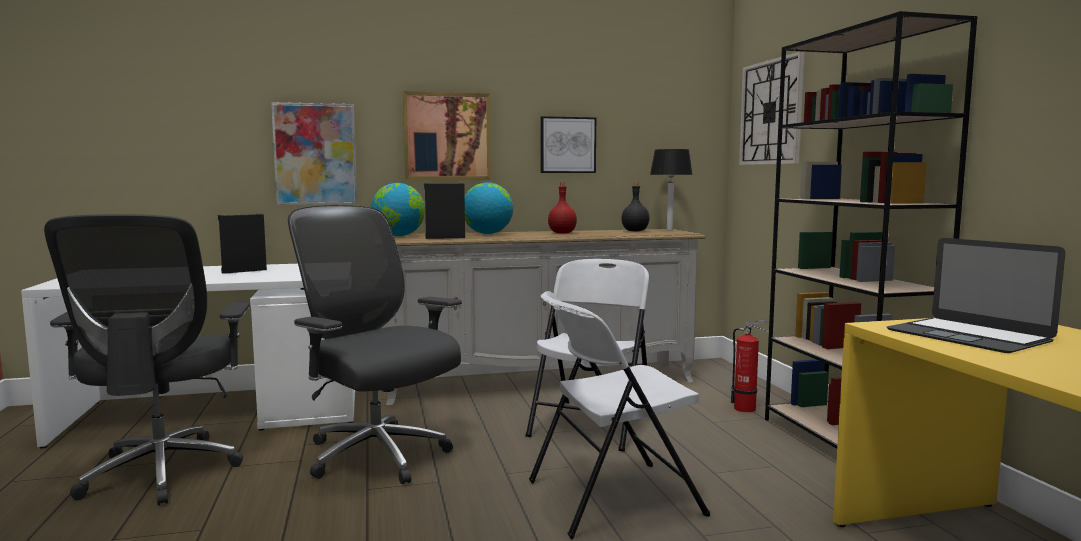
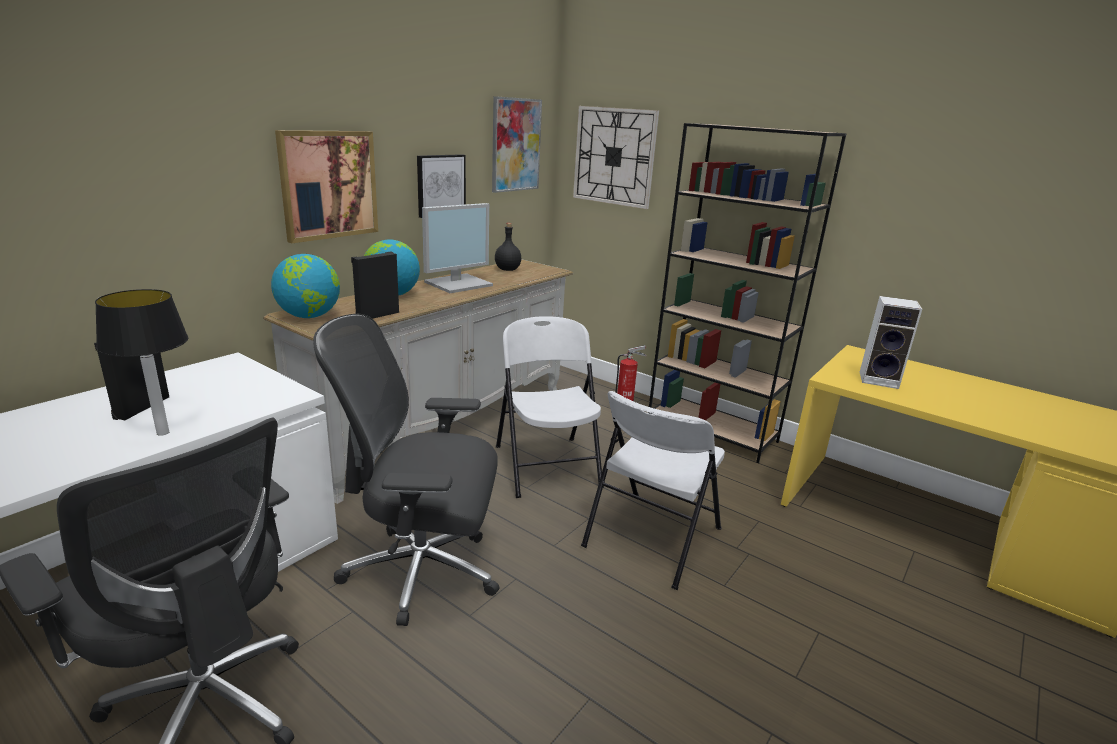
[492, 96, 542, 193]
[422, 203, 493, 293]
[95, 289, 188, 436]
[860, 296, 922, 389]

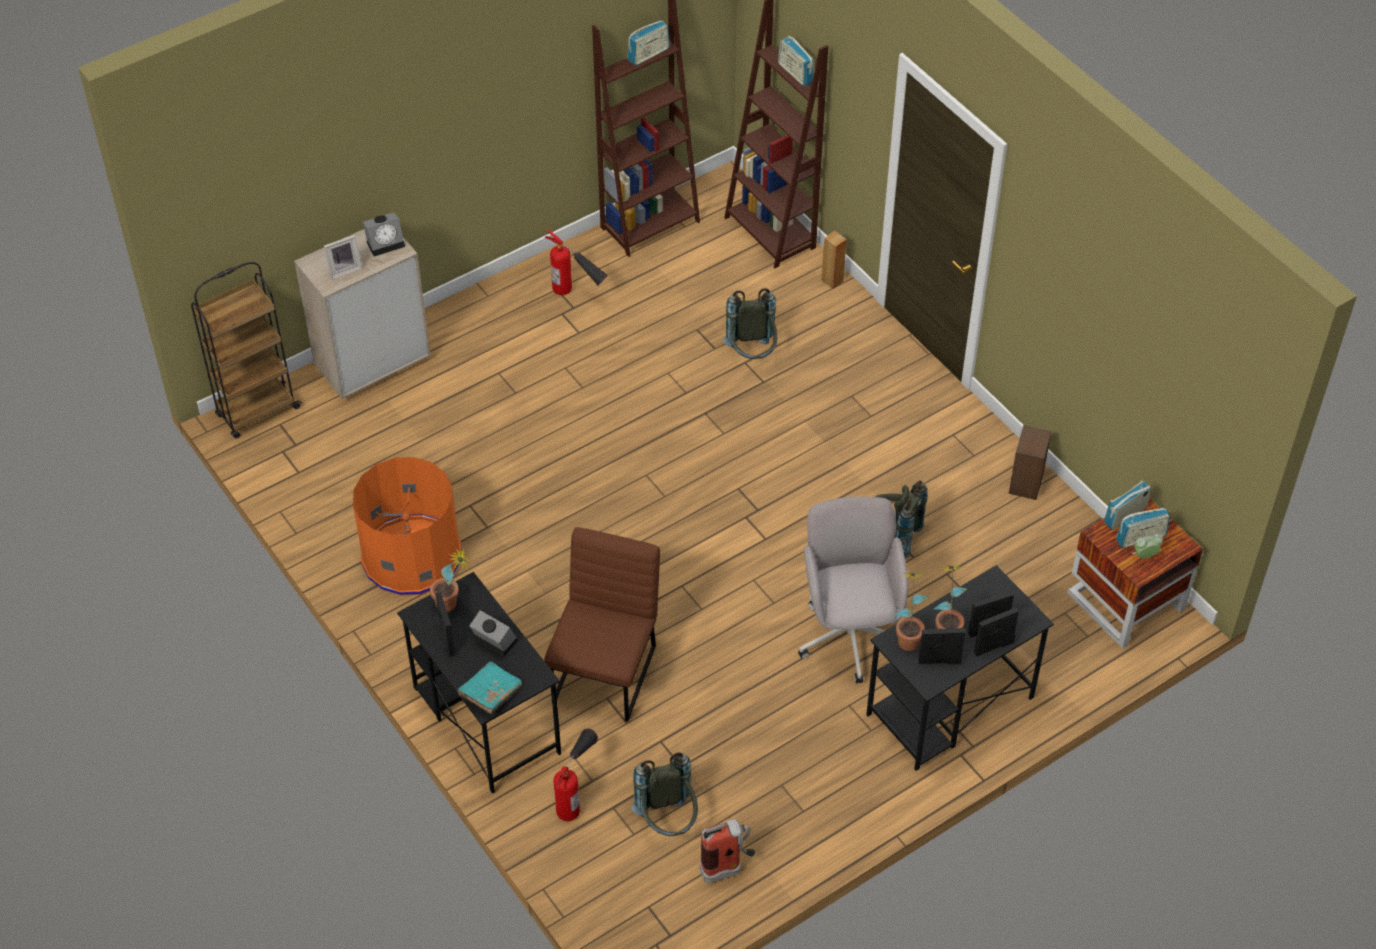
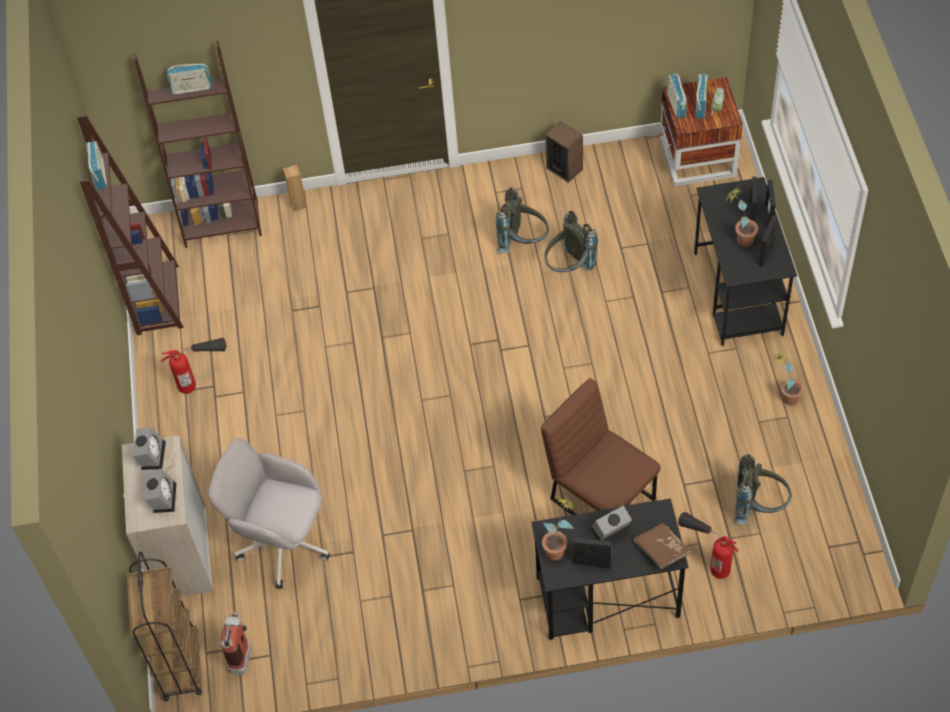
[144, 469, 176, 513]
[353, 457, 462, 596] (first image)
[634, 523, 690, 570]
[220, 612, 251, 674]
[496, 187, 549, 253]
[208, 438, 330, 589]
[772, 350, 804, 405]

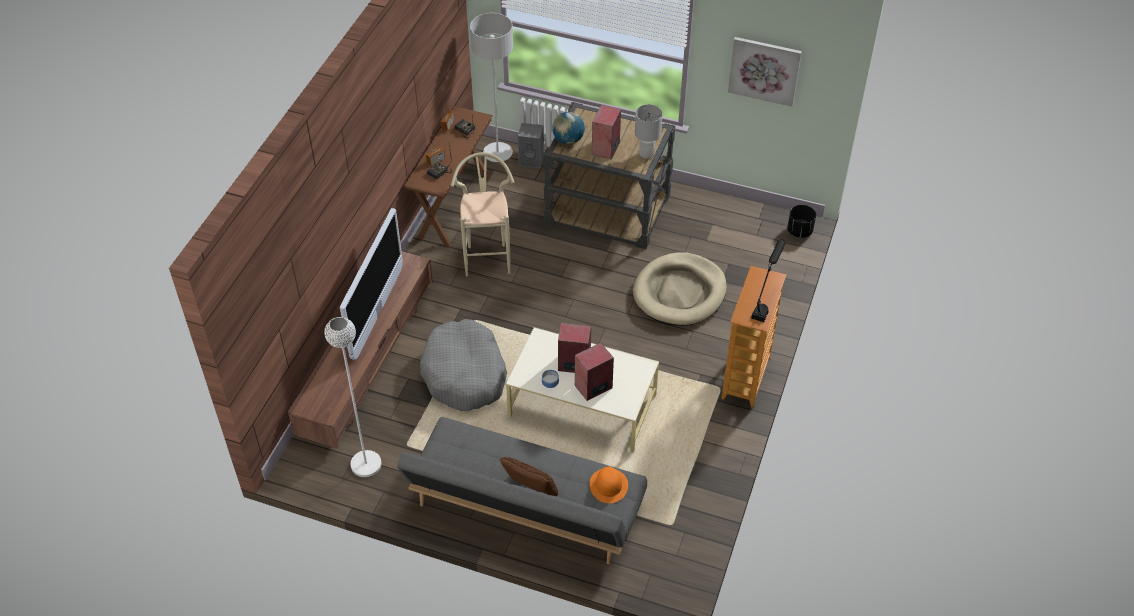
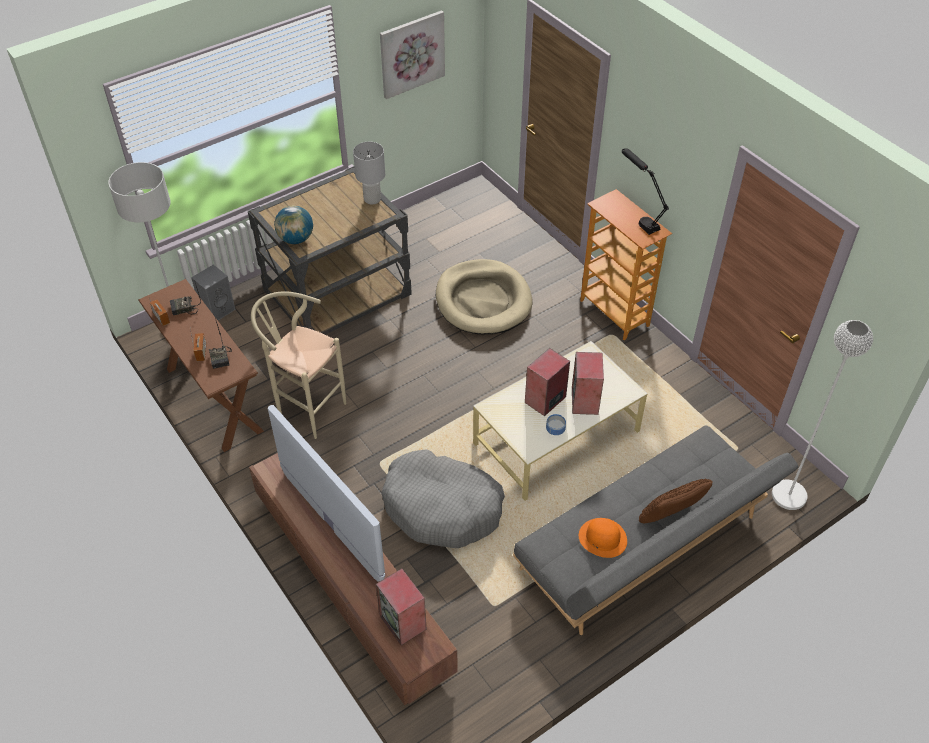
[772, 320, 873, 510]
[579, 518, 627, 558]
[376, 568, 426, 645]
[787, 205, 816, 238] (first image)

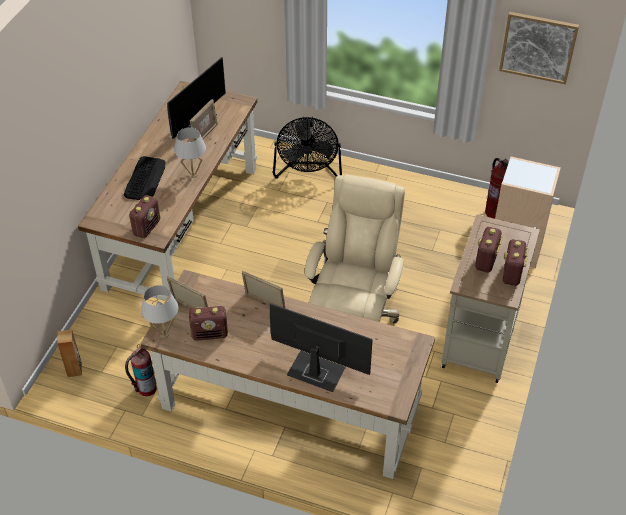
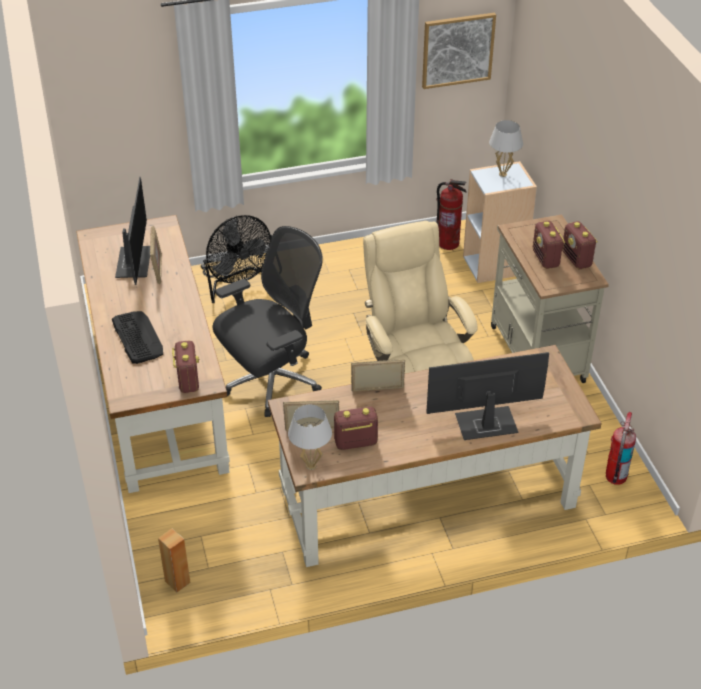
[606, 412, 636, 485]
[489, 120, 523, 177]
[334, 407, 378, 450]
[212, 226, 323, 417]

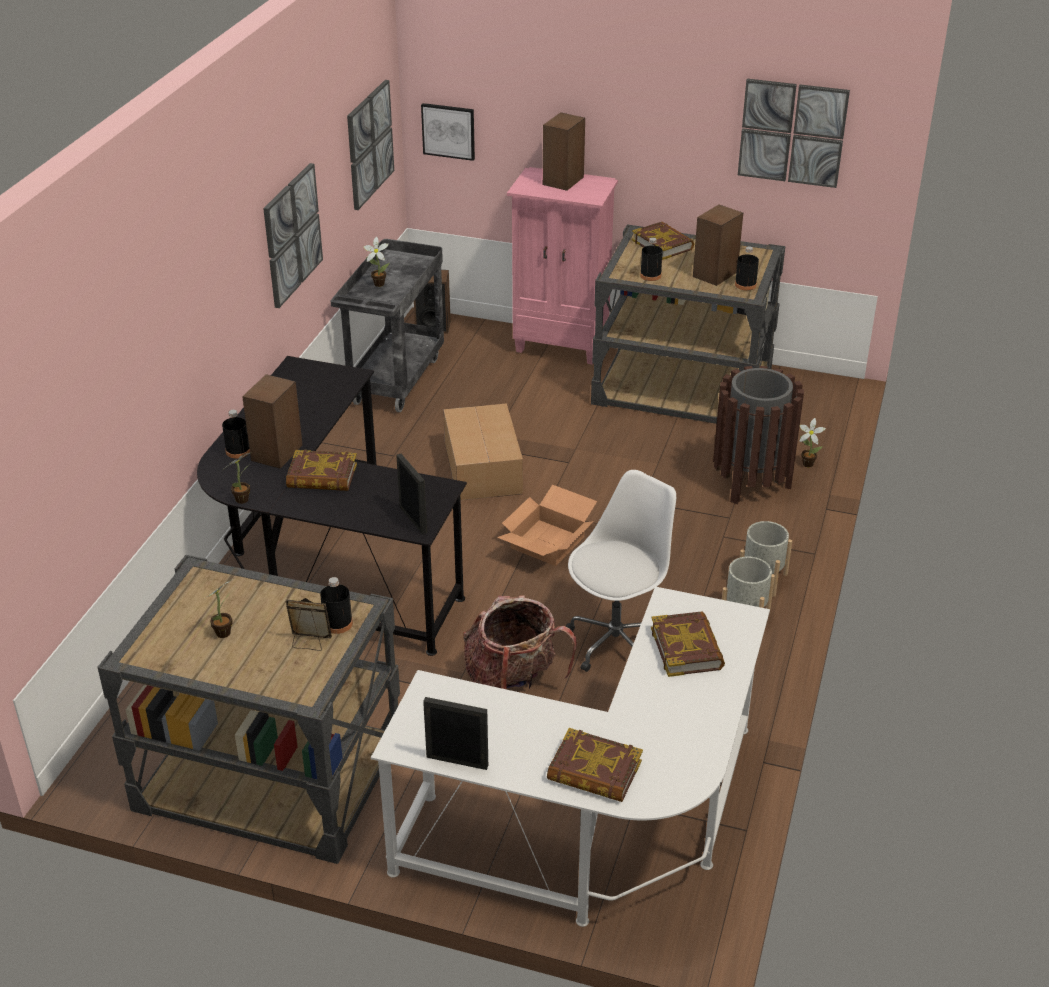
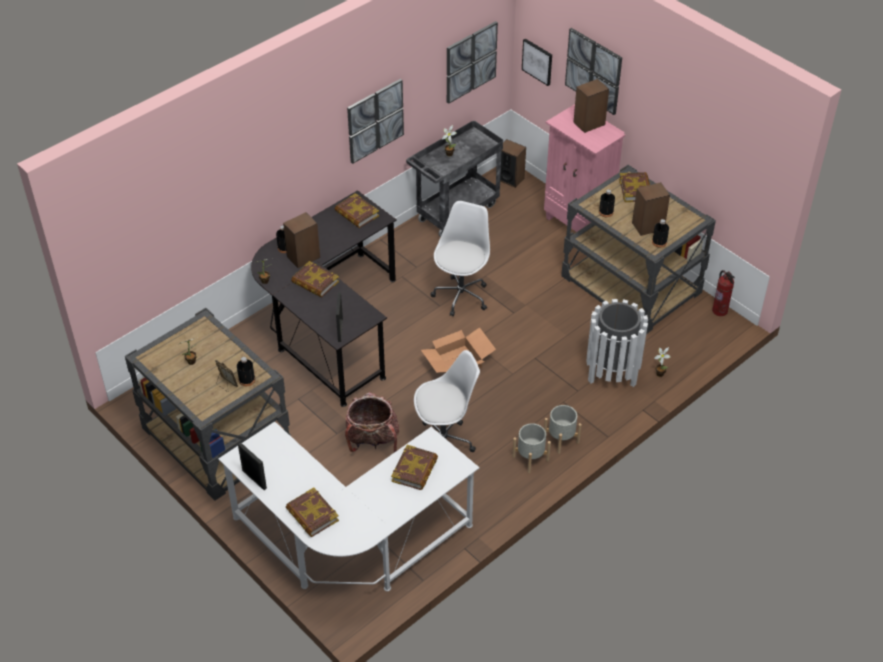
[430, 201, 490, 316]
[586, 299, 648, 387]
[565, 28, 622, 115]
[335, 193, 379, 228]
[712, 270, 735, 316]

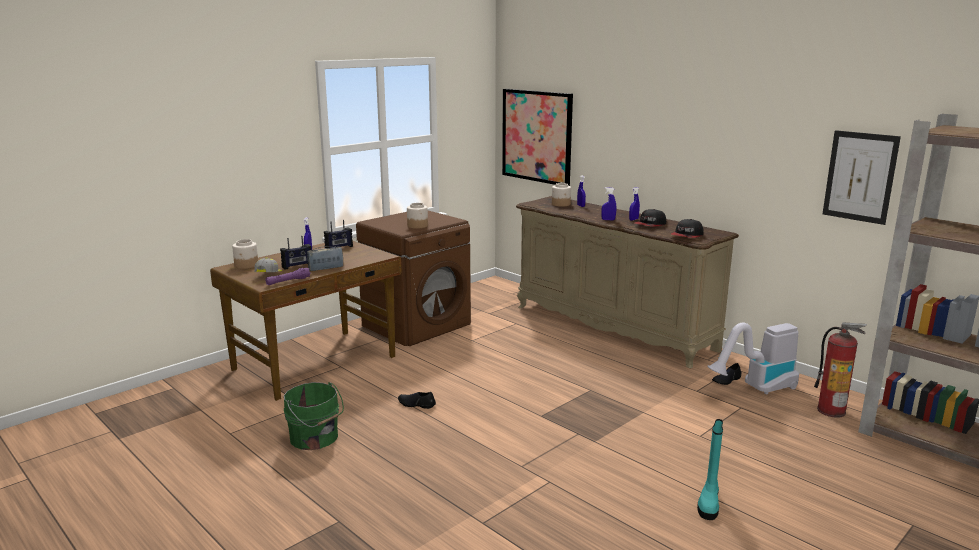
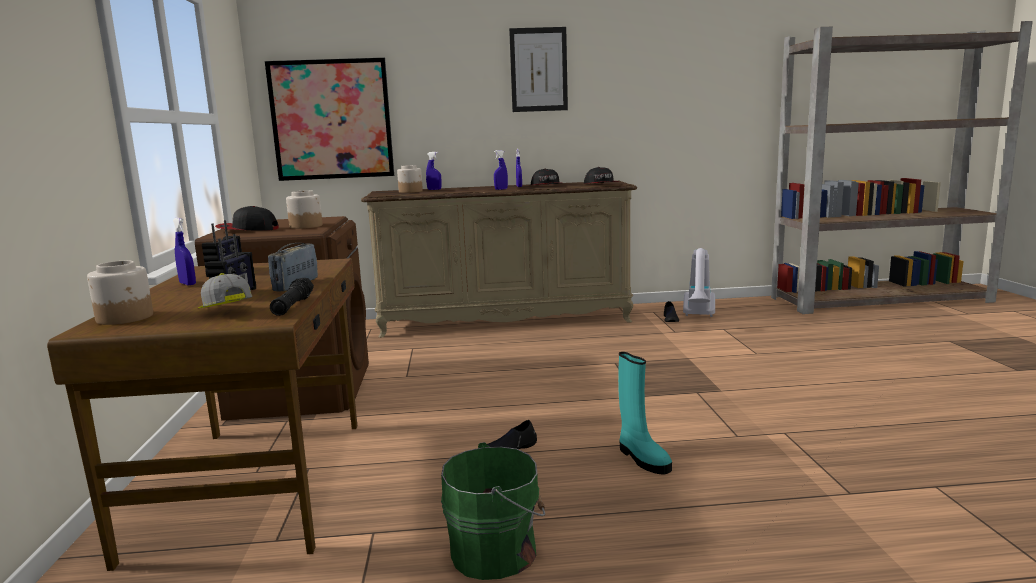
[270, 278, 314, 316]
[618, 352, 672, 474]
[814, 322, 867, 418] (first image)
[509, 27, 568, 112]
[215, 206, 279, 231]

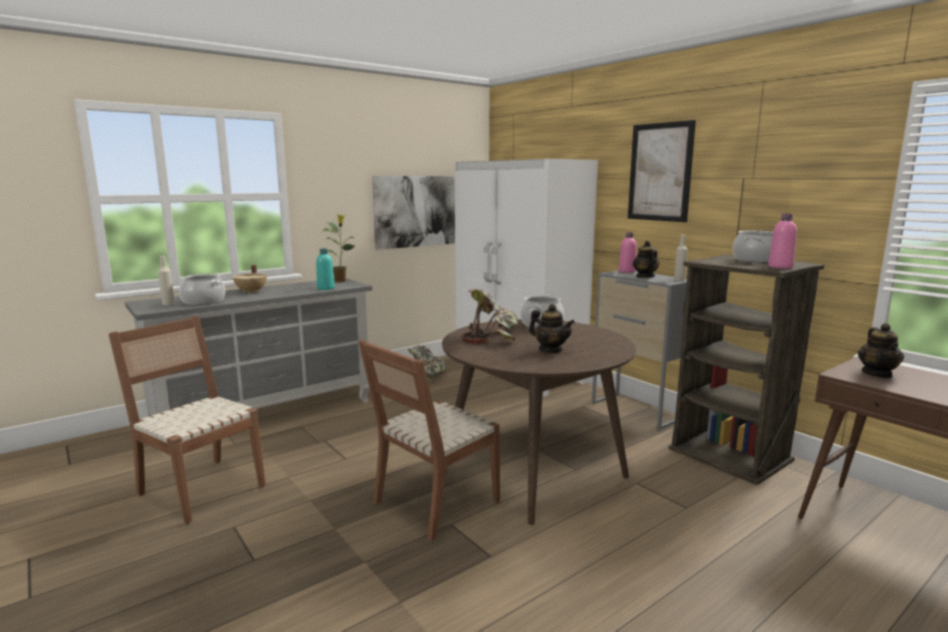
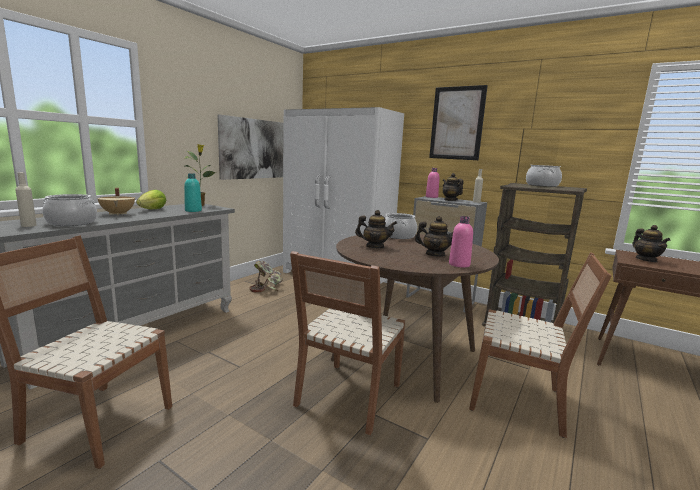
[355, 210, 397, 248]
[449, 216, 473, 268]
[136, 190, 166, 209]
[469, 252, 611, 438]

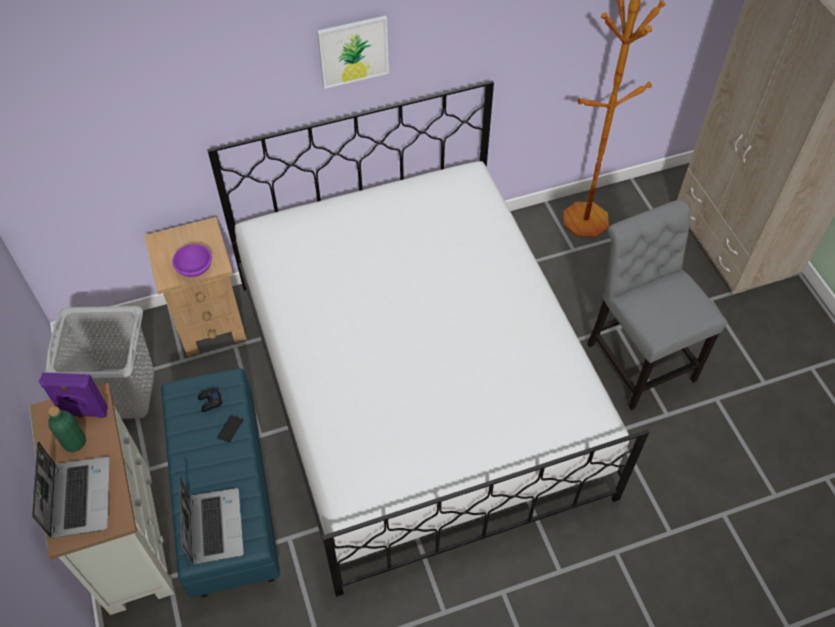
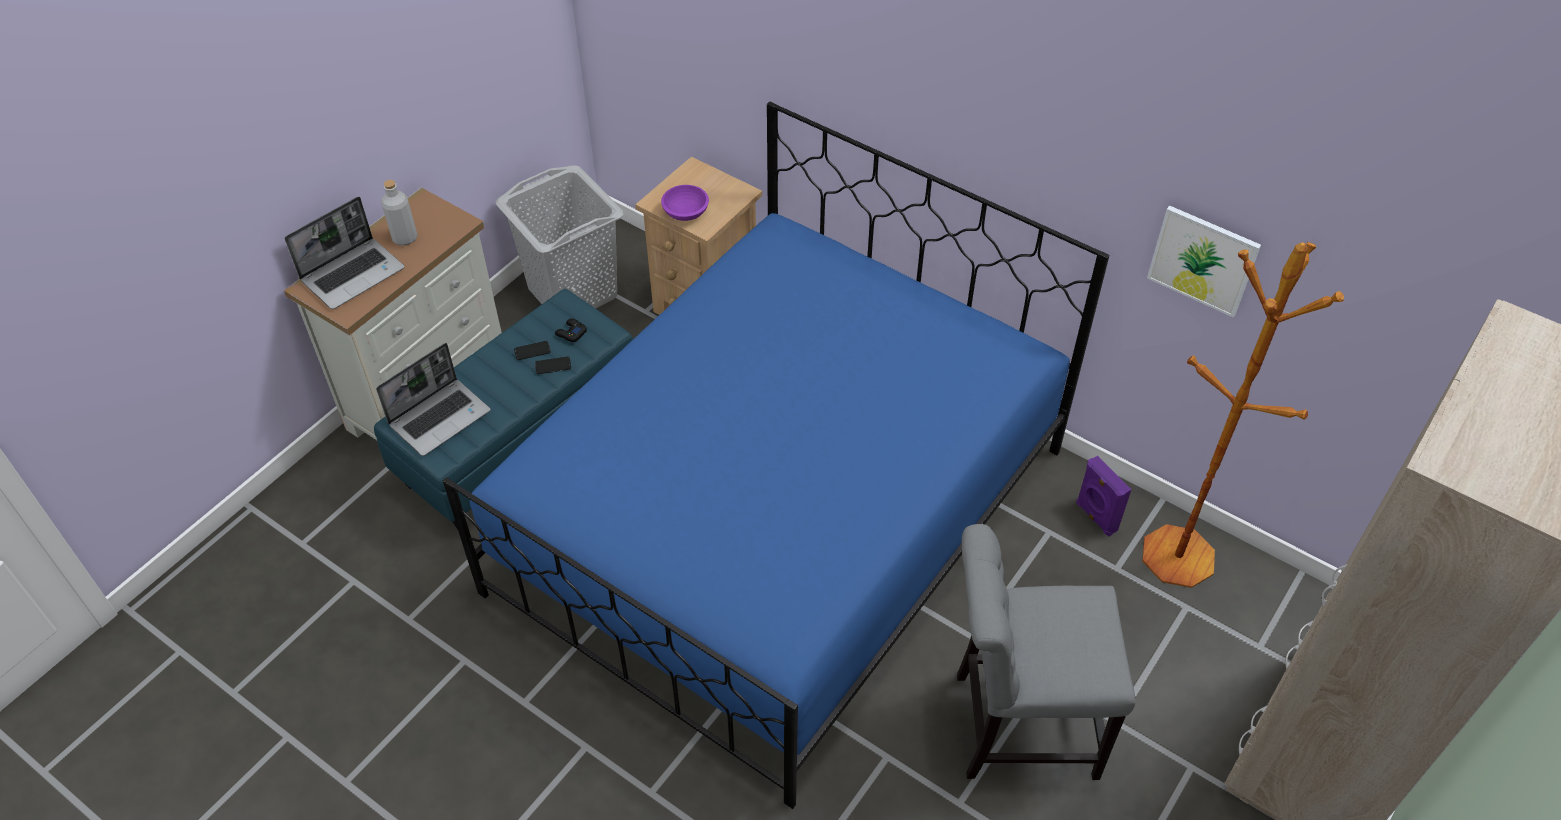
[1076, 456, 1131, 537]
[381, 180, 418, 246]
[443, 101, 1109, 809]
[1147, 206, 1261, 317]
[957, 524, 1135, 780]
[514, 341, 551, 360]

